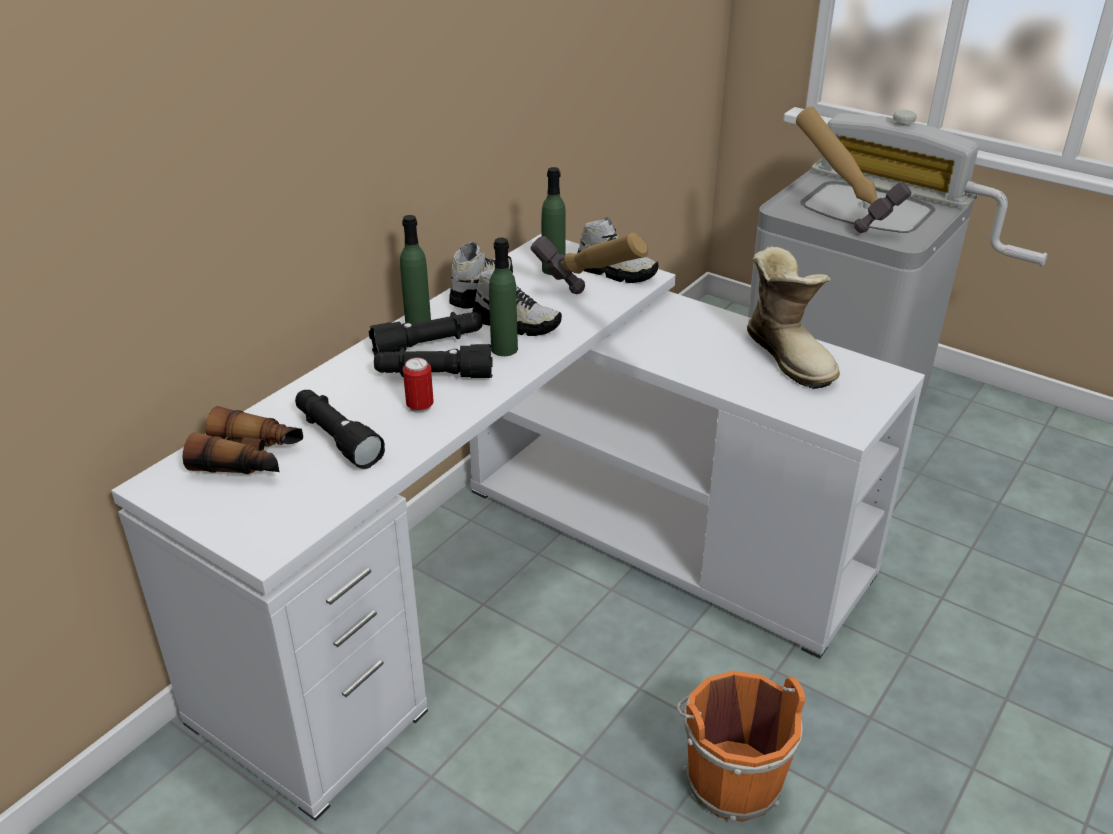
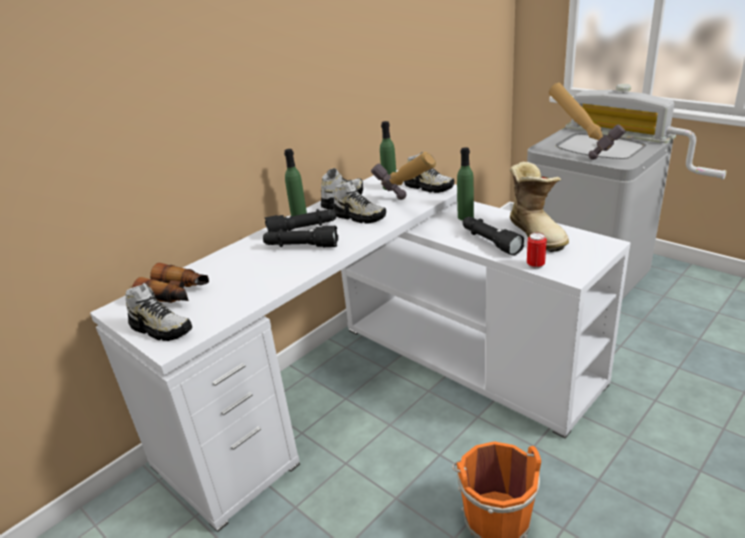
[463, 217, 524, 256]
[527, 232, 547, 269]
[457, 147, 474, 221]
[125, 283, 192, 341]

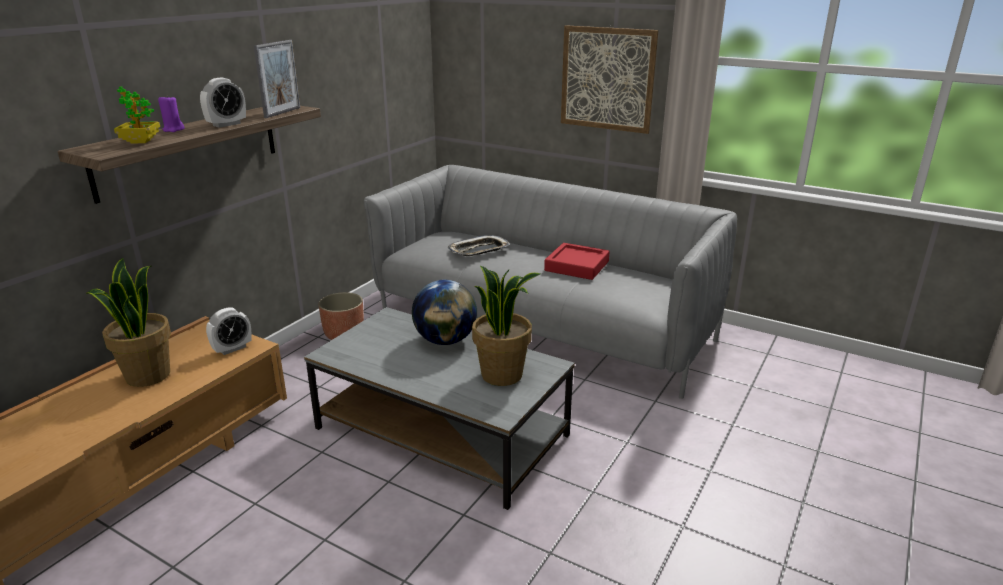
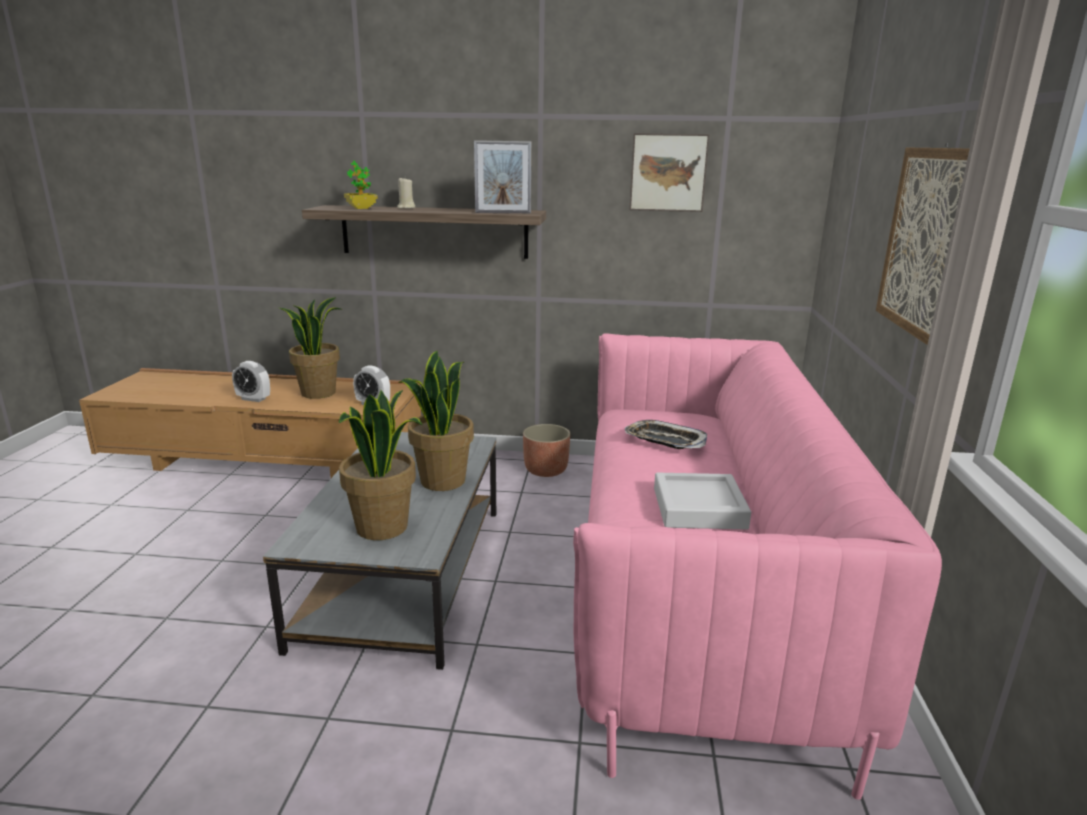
[397, 178, 415, 209]
[232, 361, 270, 402]
[573, 333, 942, 800]
[399, 351, 474, 491]
[654, 473, 751, 529]
[630, 133, 710, 212]

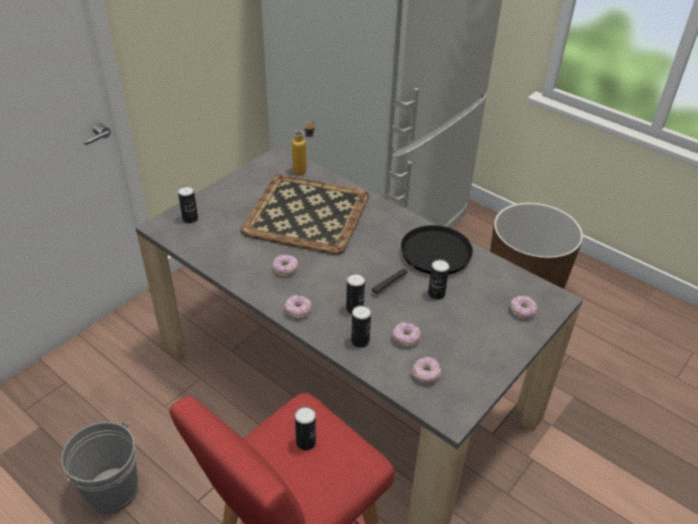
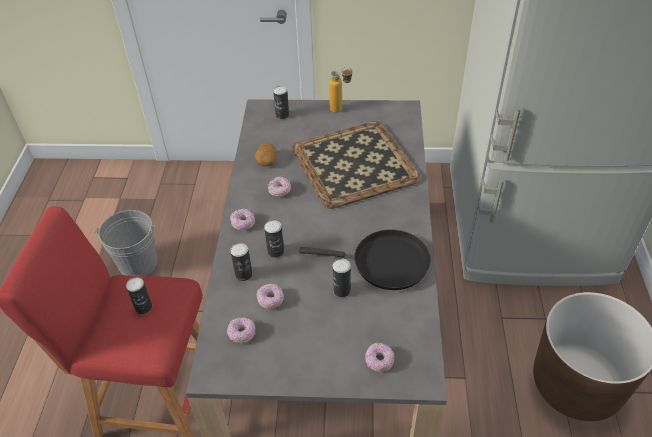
[329, 67, 353, 113]
[255, 143, 277, 166]

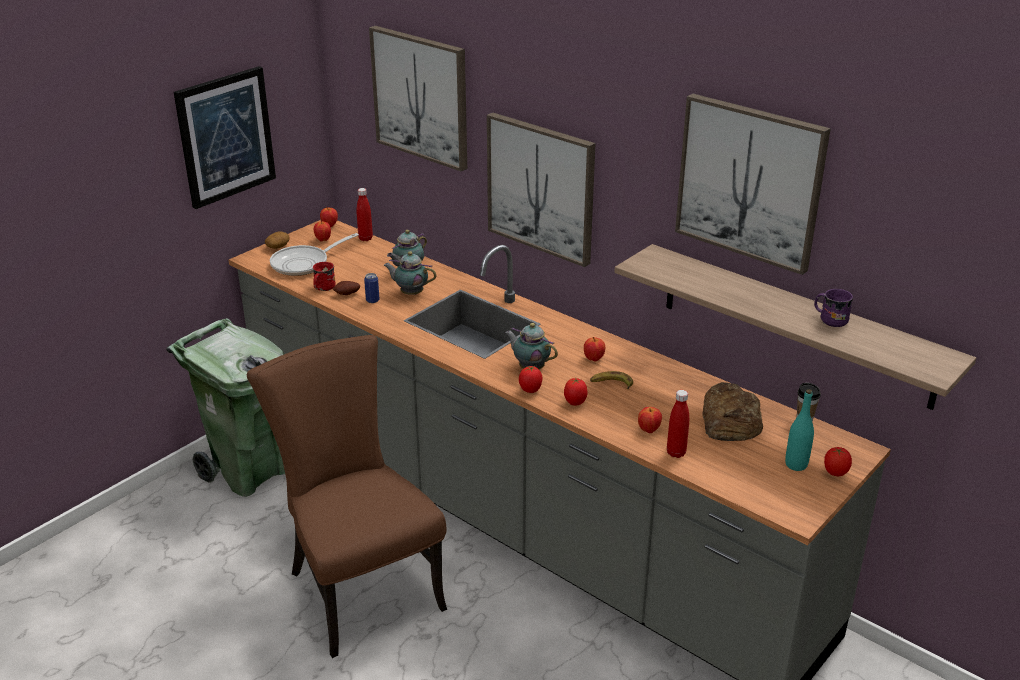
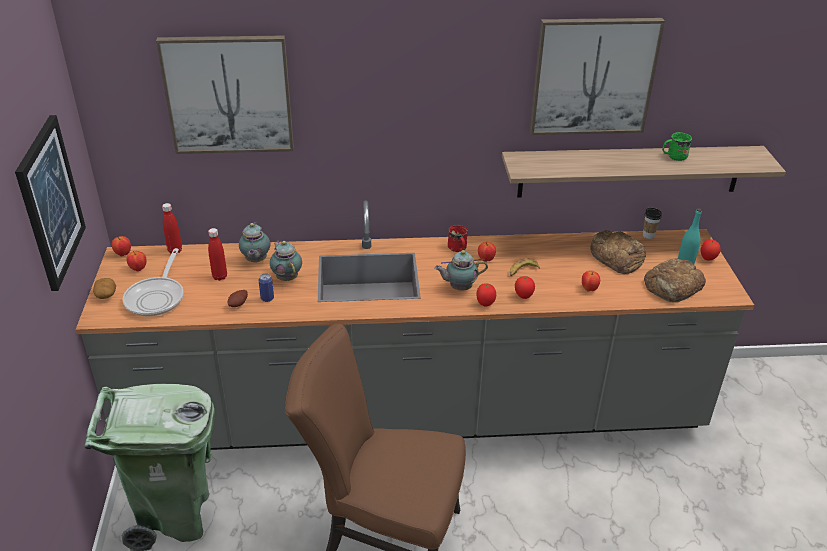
[448, 225, 468, 252]
[270, 240, 302, 281]
[487, 113, 596, 267] (first image)
[208, 228, 227, 281]
[662, 132, 692, 161]
[644, 258, 706, 302]

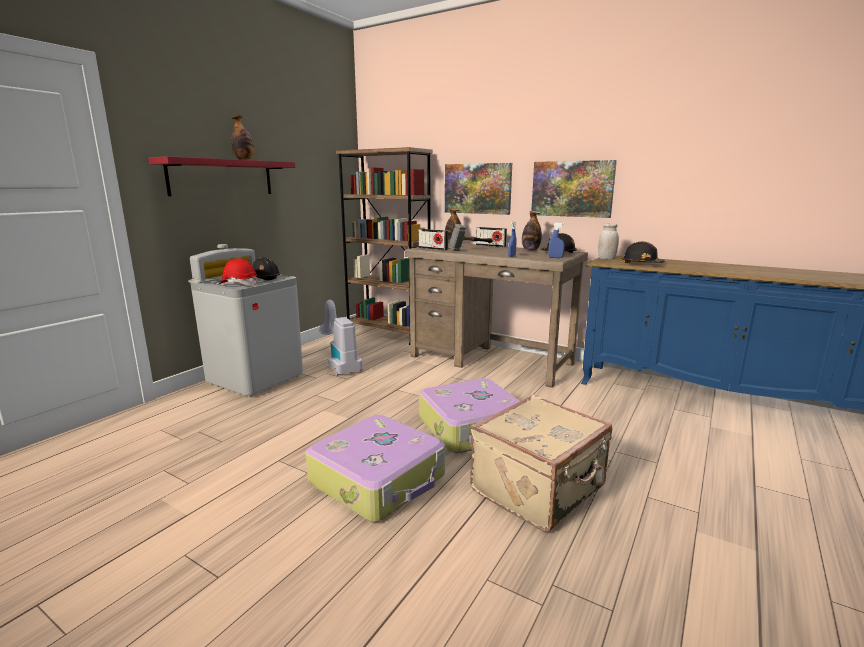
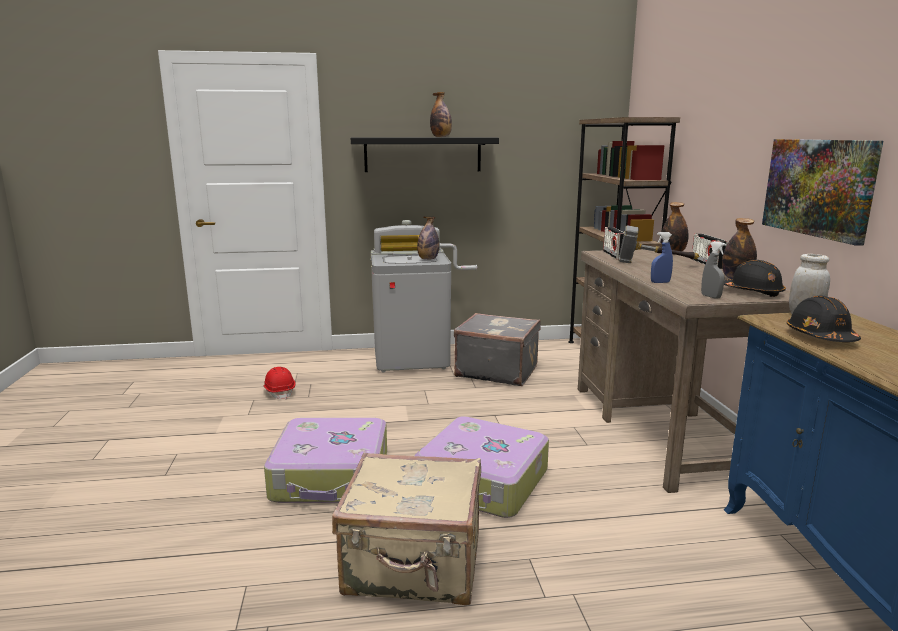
[351, 137, 499, 172]
[263, 367, 295, 400]
[417, 217, 439, 260]
[454, 313, 541, 386]
[445, 163, 512, 215] (first image)
[701, 241, 726, 299]

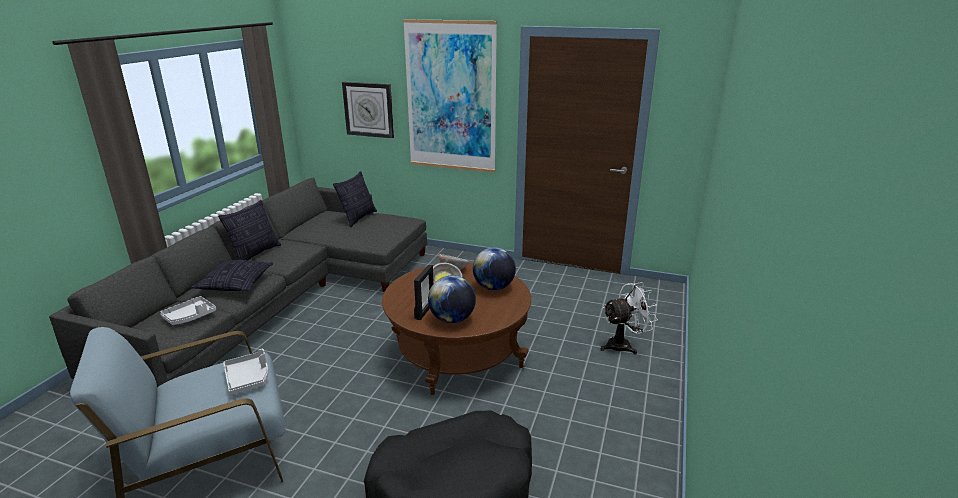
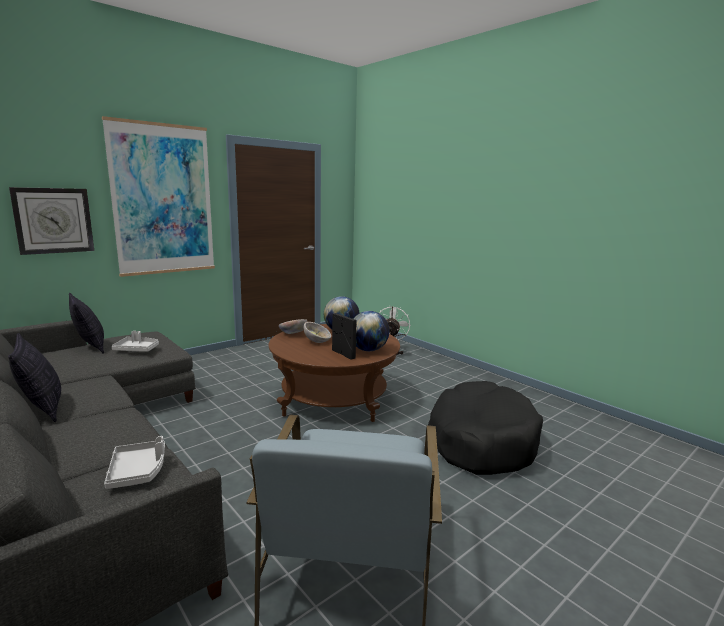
[191, 260, 273, 291] (first image)
[112, 331, 159, 352]

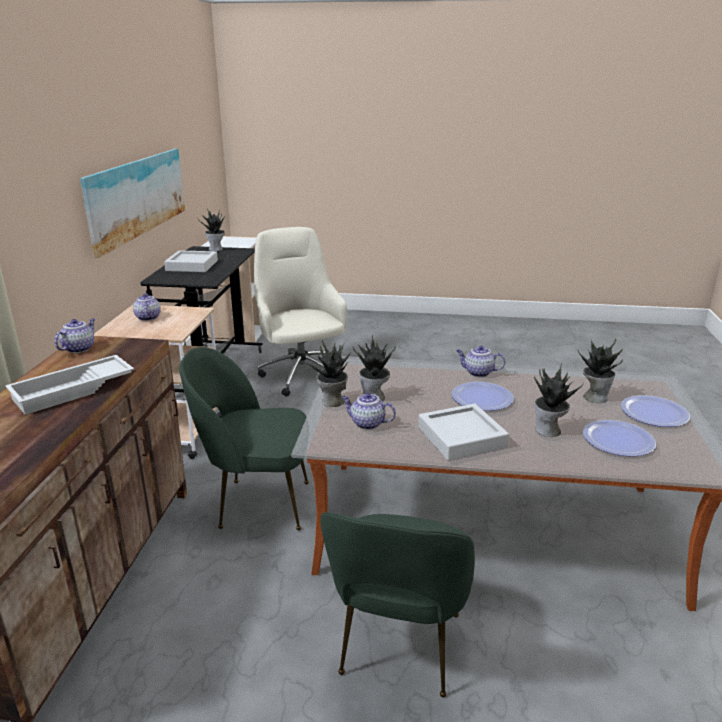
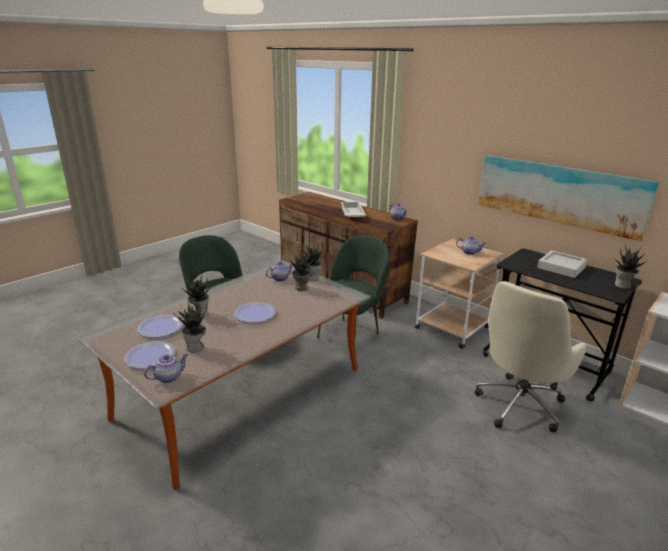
[475, 281, 587, 433]
[418, 404, 509, 461] (first image)
[144, 354, 188, 383]

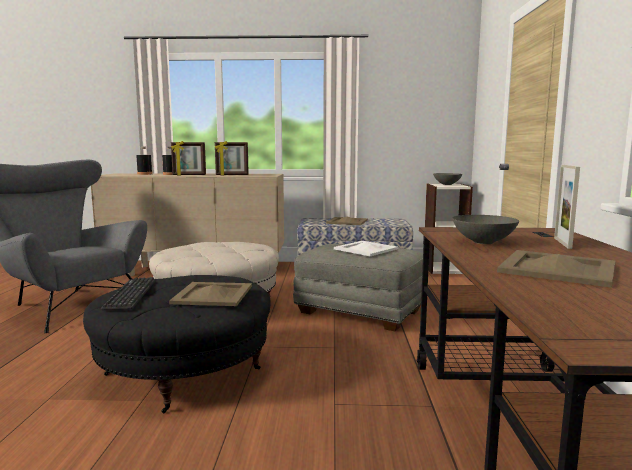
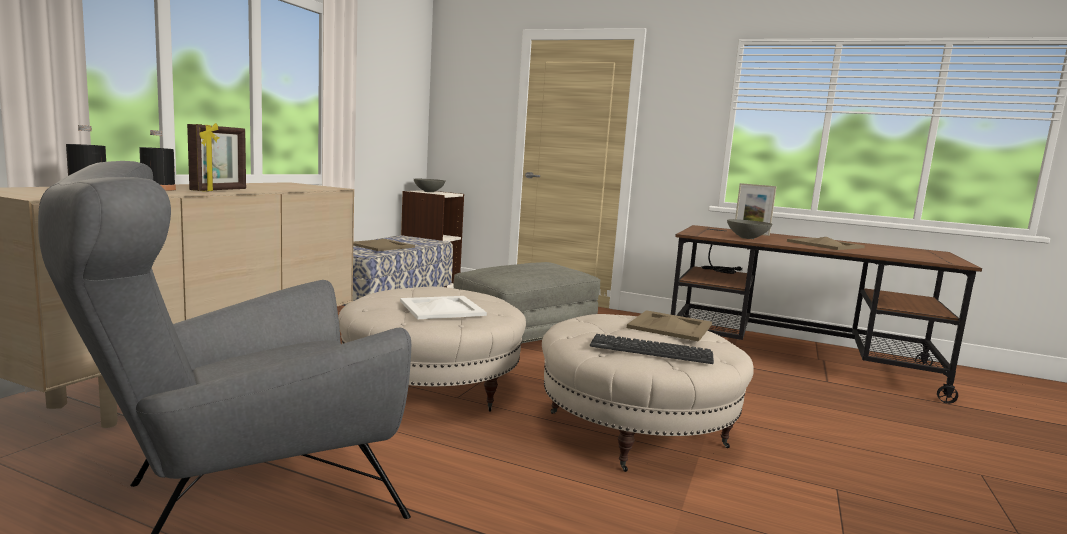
[542, 314, 754, 472]
[215, 141, 249, 176] (first image)
[400, 296, 487, 319]

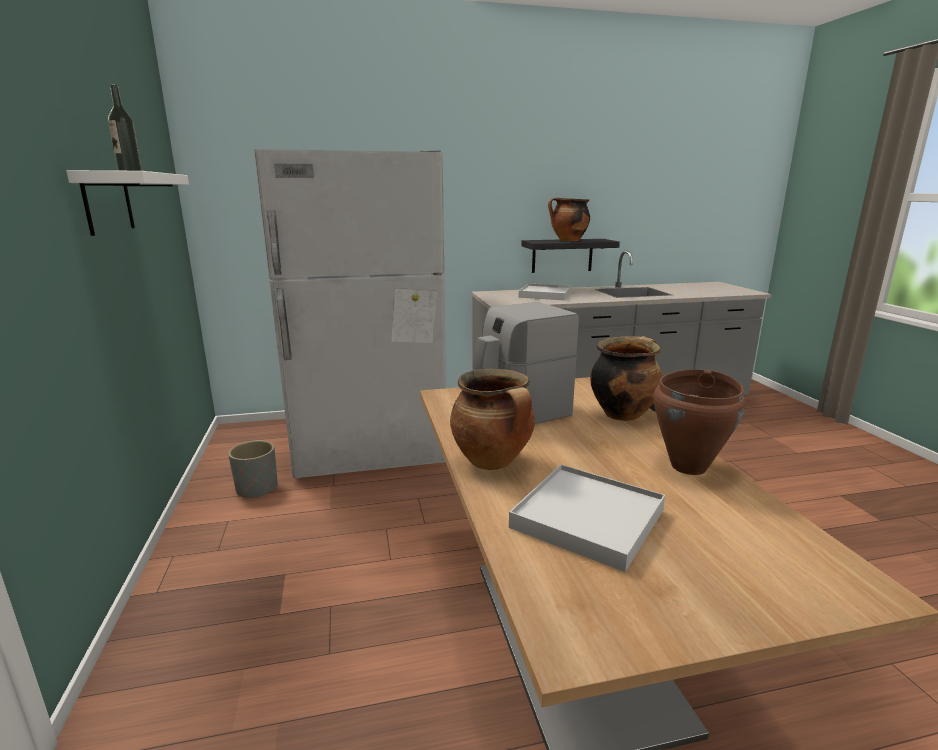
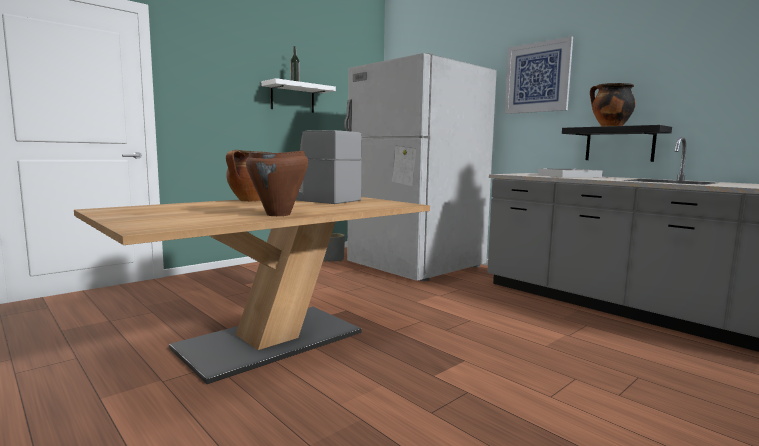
[509, 464, 665, 572] (first image)
[590, 336, 662, 421] (first image)
[504, 36, 573, 114]

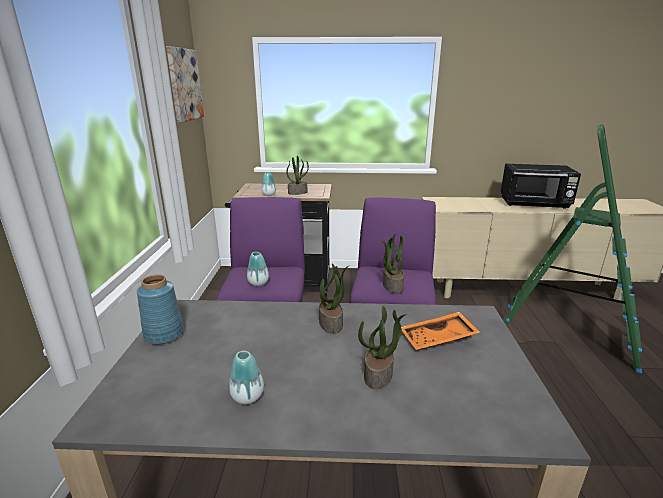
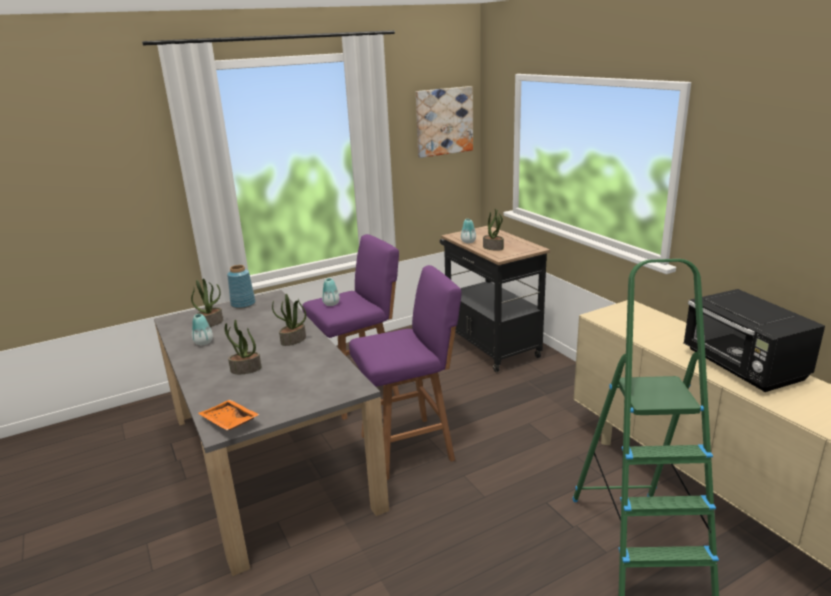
[191, 279, 223, 327]
[198, 400, 260, 430]

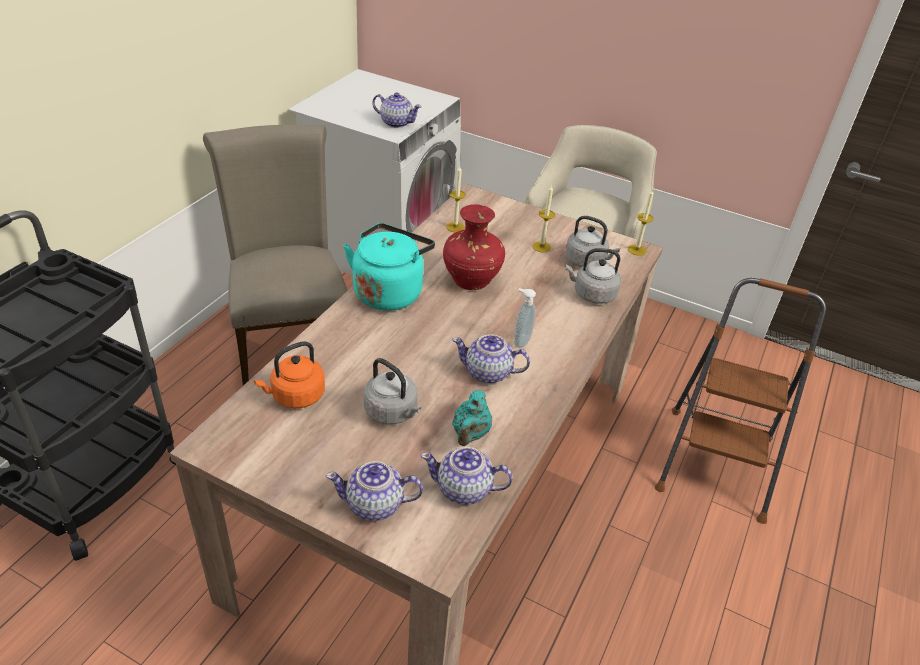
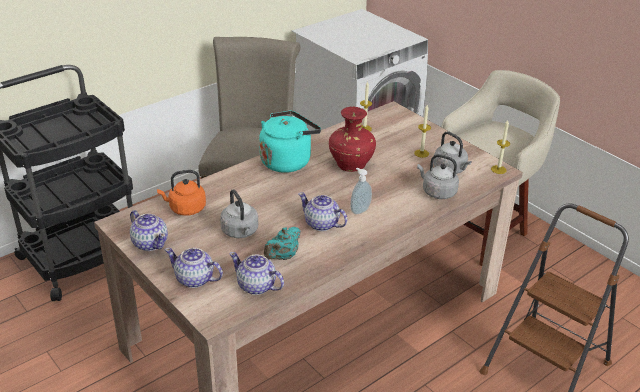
[130, 210, 168, 251]

